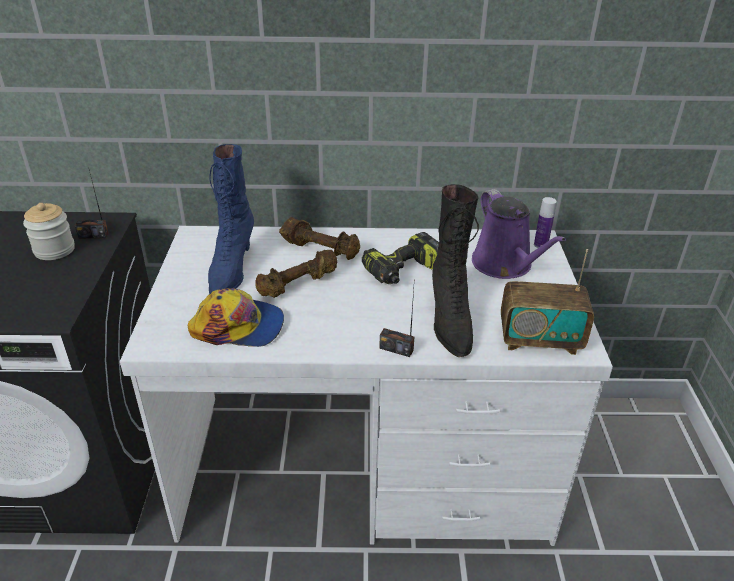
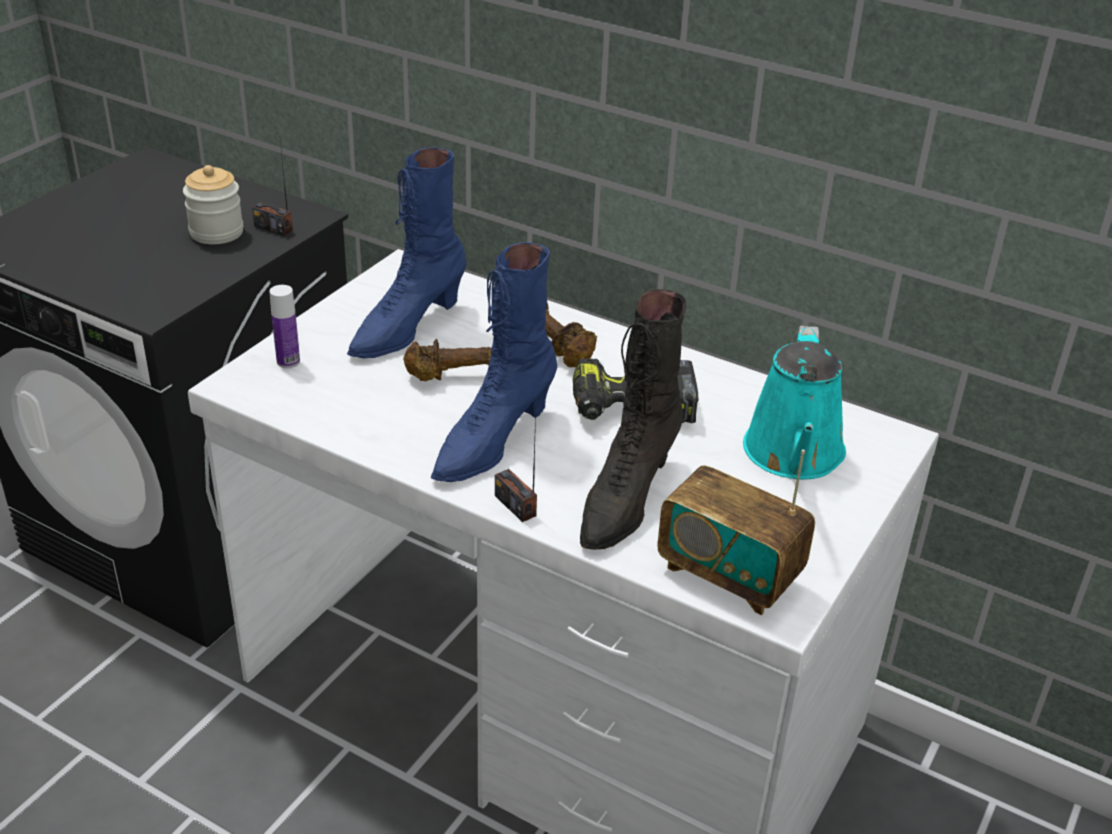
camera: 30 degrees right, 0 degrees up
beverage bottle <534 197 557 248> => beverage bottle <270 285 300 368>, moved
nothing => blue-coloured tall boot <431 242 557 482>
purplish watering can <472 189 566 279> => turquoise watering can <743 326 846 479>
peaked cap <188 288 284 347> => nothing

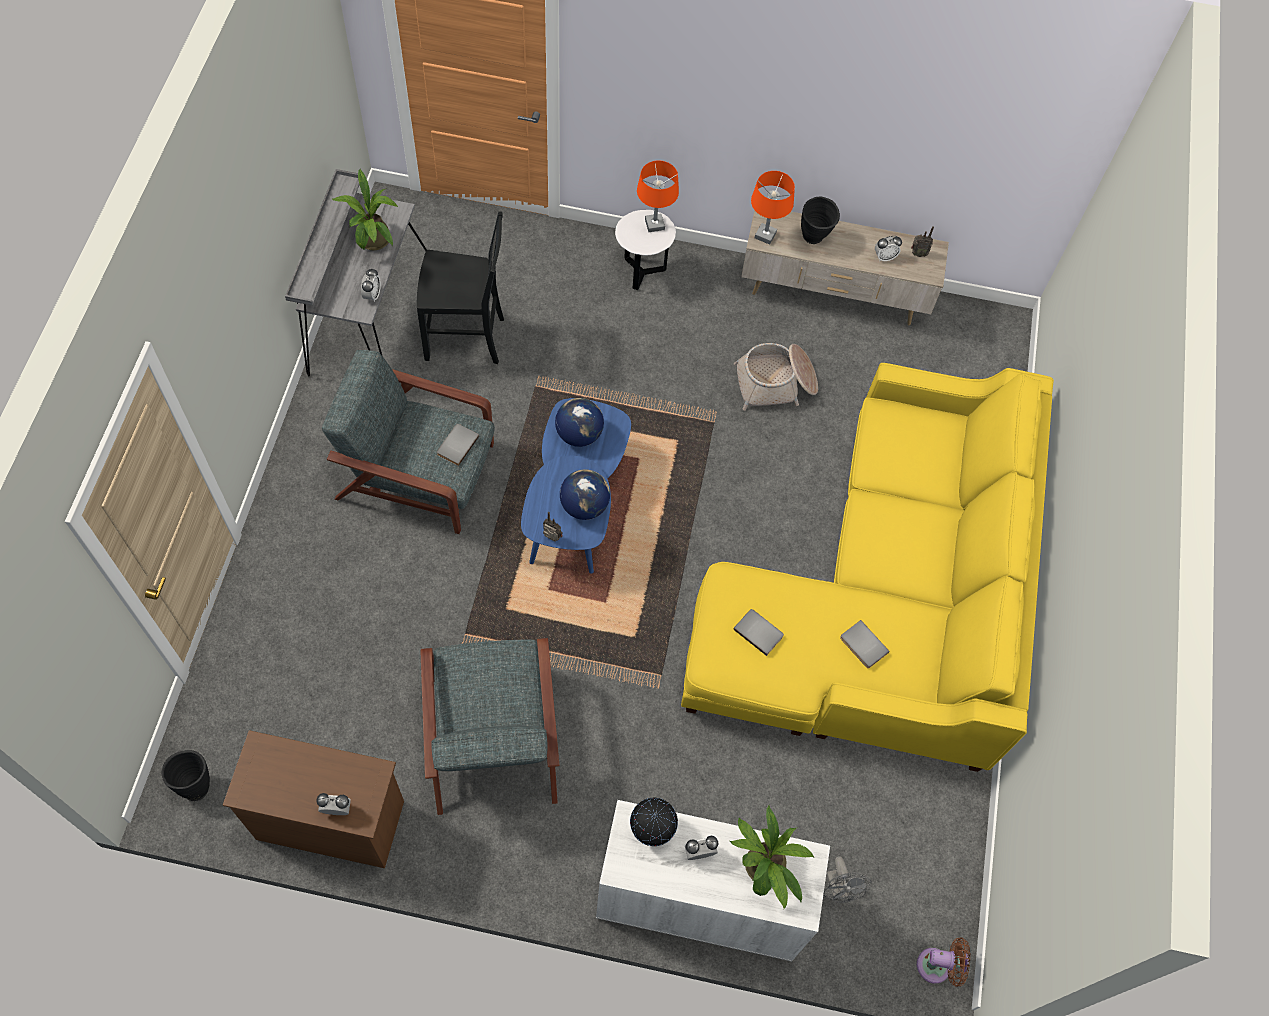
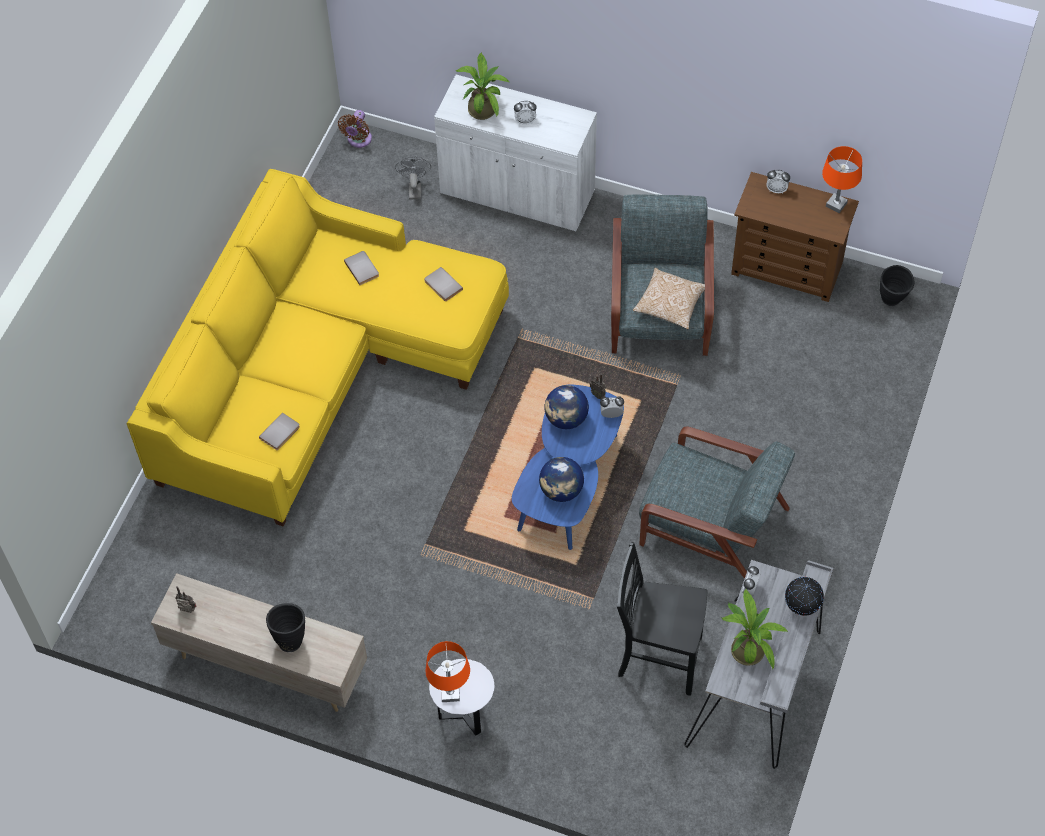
camera: 165 degrees left, 5 degrees down
gray bound book <437 424 479 466> => gray bound book <259 412 300 450>, moved
brown-coloured electric fan <917 937 970 987> => brown-coloured electric fan <338 110 372 148>, 90 degrees counterclockwise
table clock <875 236 902 261> => table clock <600 396 624 418>, moved
nothing => throw pillow <633 268 705 330>
desk globe <630 798 678 846> => desk globe <785 577 824 616>, moved
orange-coloured table lamp <751 171 795 244> => orange-coloured table lamp <822 146 862 213>, moved
household basket <734 343 818 411> => nothing

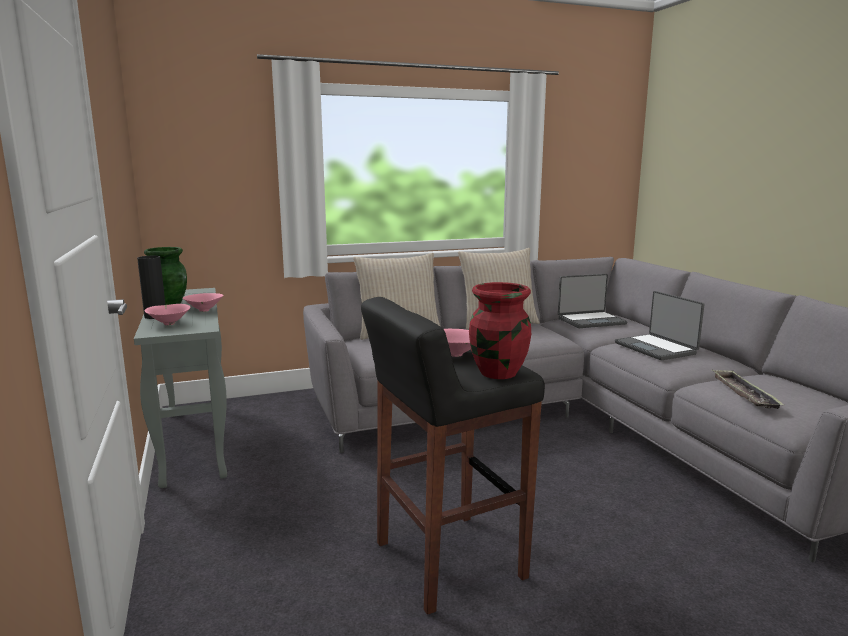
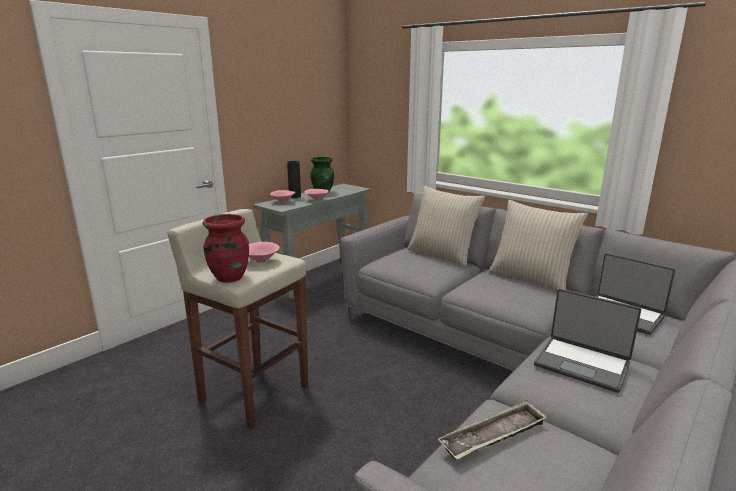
camera: 60 degrees right, 5 degrees up
black stool <361 297 545 615> => beige stool <167 209 308 430>
notebook computer <615 291 704 360> => notebook computer <534 289 641 393>, 90 degrees counterclockwise

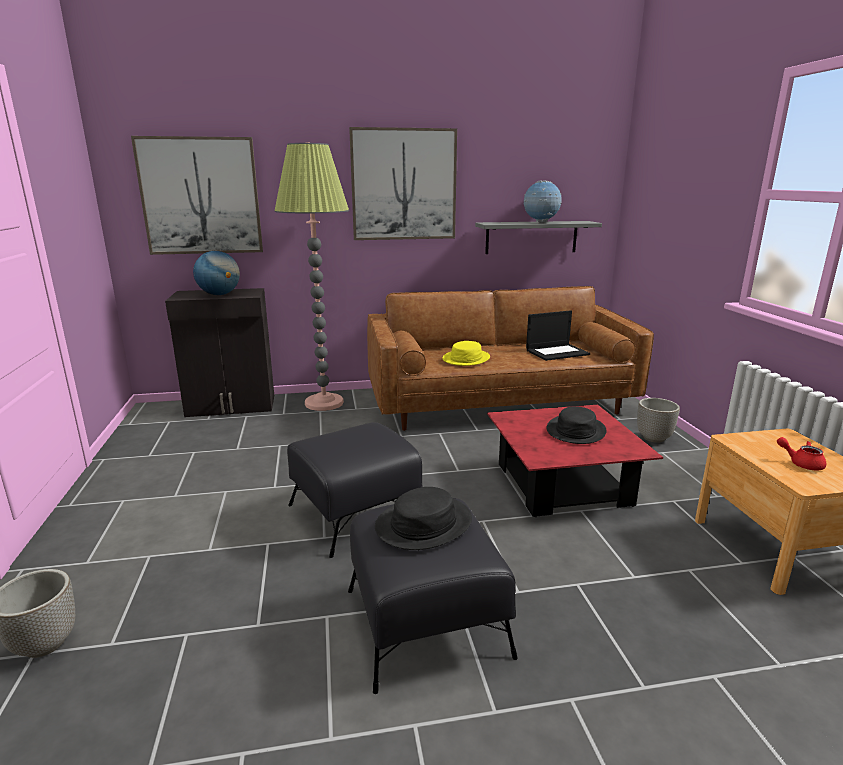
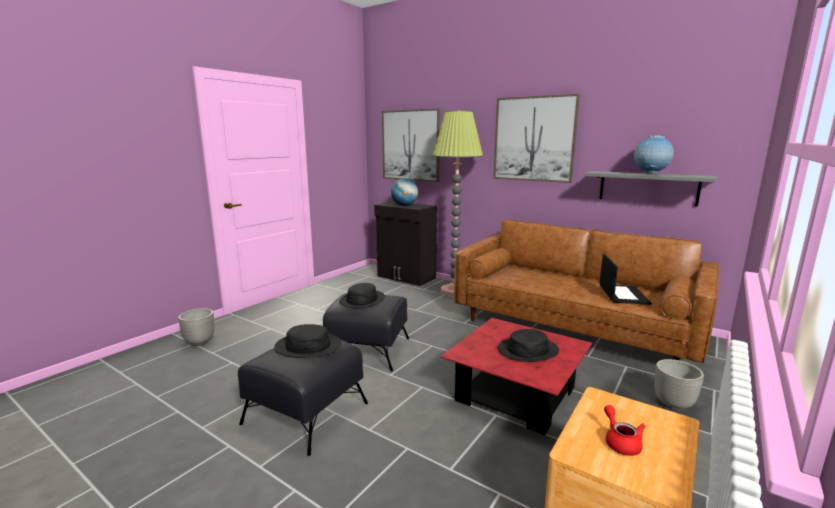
camera: 45 degrees right, 5 degrees down
nothing => black wearable hat <339 283 385 308>
notebook computer <526 310 590 361> => notebook computer <599 254 651 305>, 105 degrees counterclockwise
yellow-coloured wearable hat <442 341 490 366> => nothing

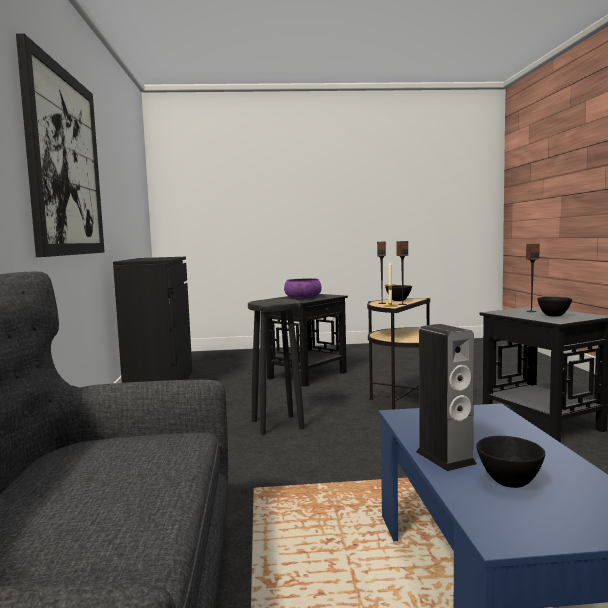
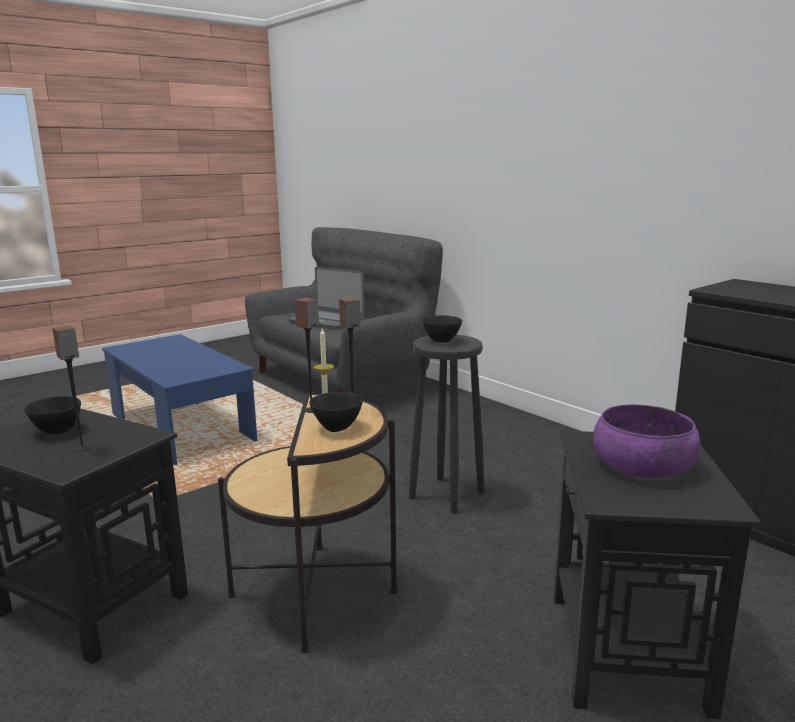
camera: 145 degrees right, 10 degrees up
nothing => notebook computer <289 267 365 329>
black serving bowl <476 436 545 488> => black serving bowl <422 315 462 343>, moved
wall picture <16 33 104 257> => nothing
speaker <416 324 477 471> => nothing

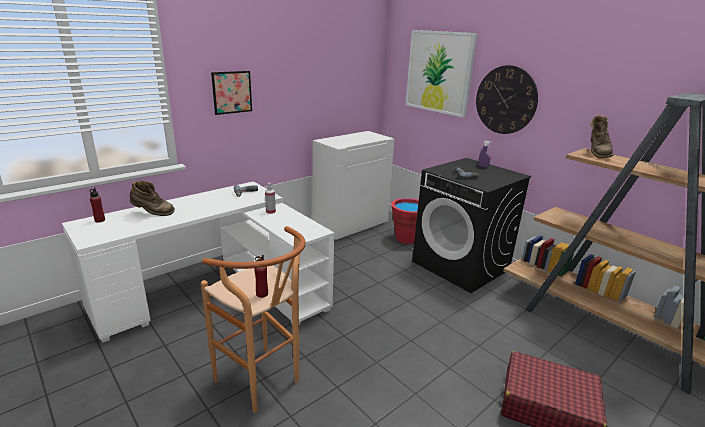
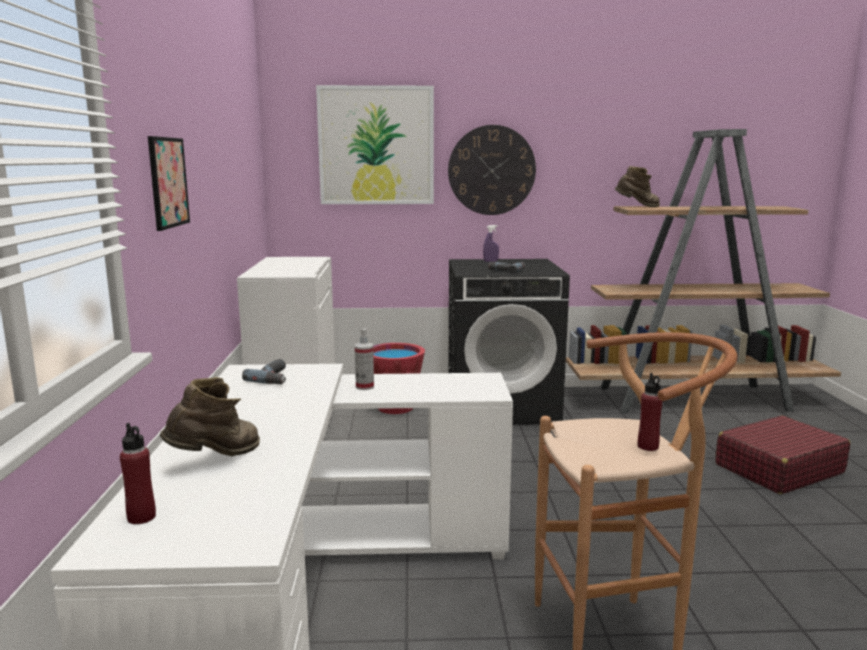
camera: 50 degrees left, 10 degrees down
brown-coloured tall boot <591 115 613 158> => brown-coloured tall boot <615 166 660 207>, 60 degrees counterclockwise

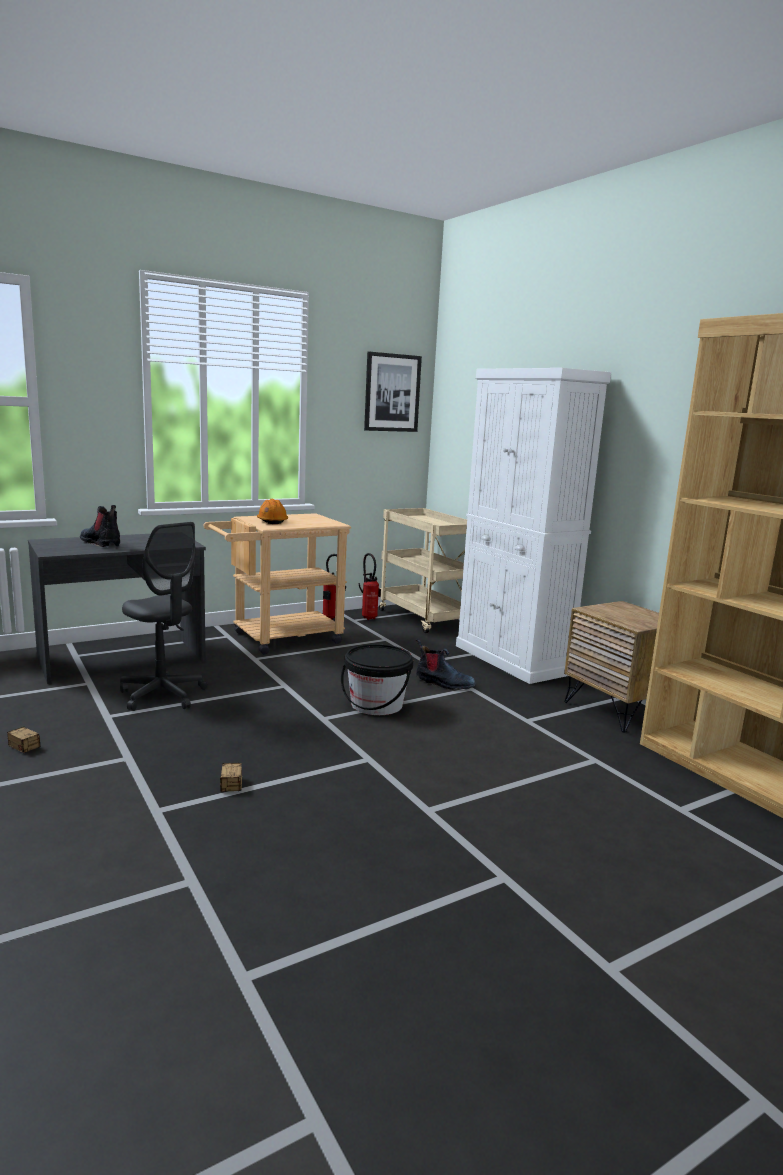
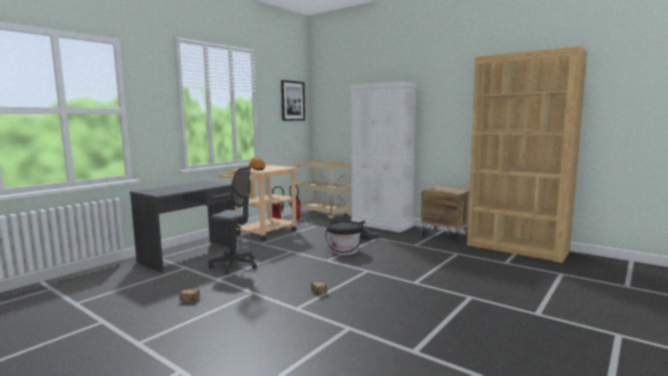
camera: 20 degrees left, 5 degrees down
tall boot <80 505 120 547> => nothing

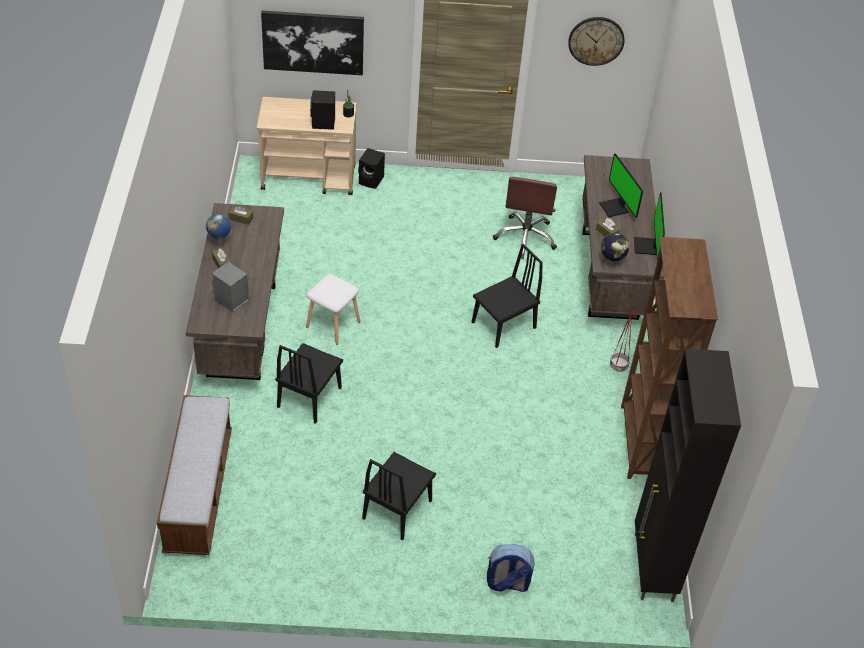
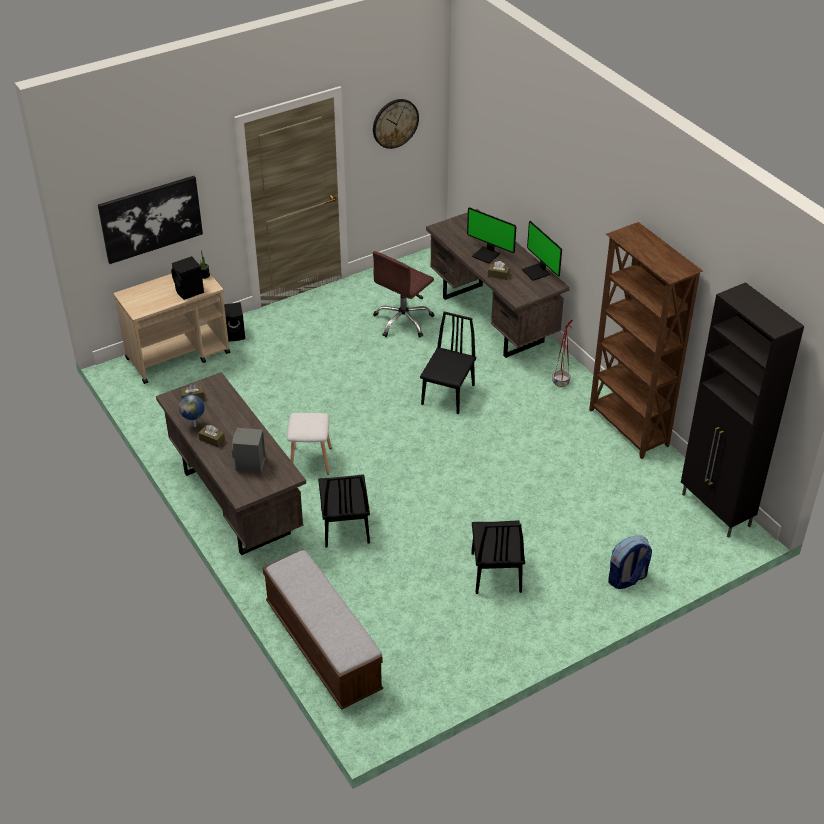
camera: 30 degrees left, 5 degrees down
brown-coloured desk chair <493 177 557 259> => brown-coloured desk chair <373 251 434 338>, 60 degrees clockwise
desk globe <601 233 629 270> => nothing

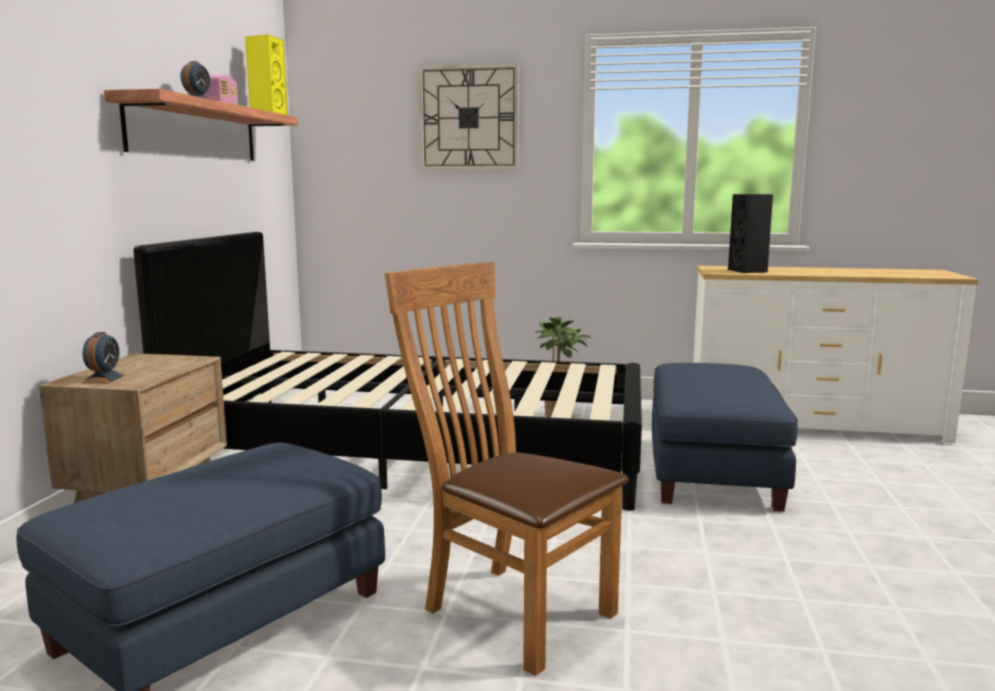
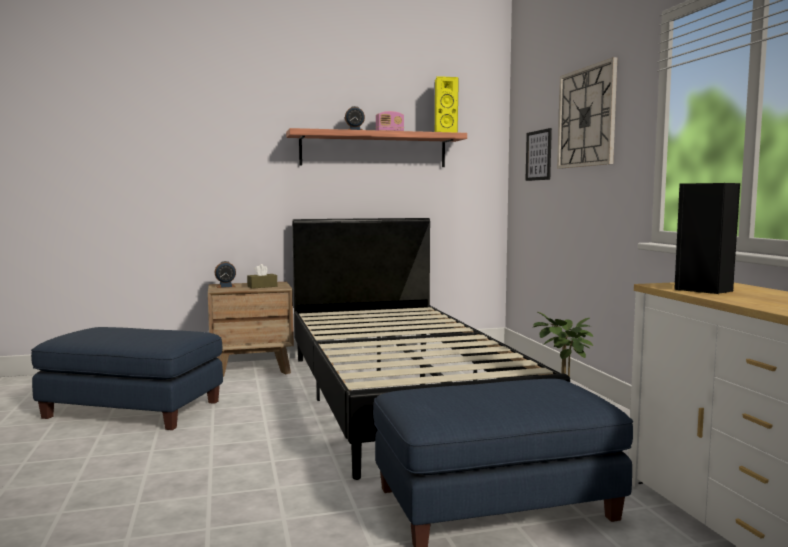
camera: 65 degrees right, 5 degrees down
nothing => brown-coloured tissue holder <247 264 277 289>
nothing => wall picture <525 128 552 181>
brown-coloured chair <385 262 629 676> => nothing

